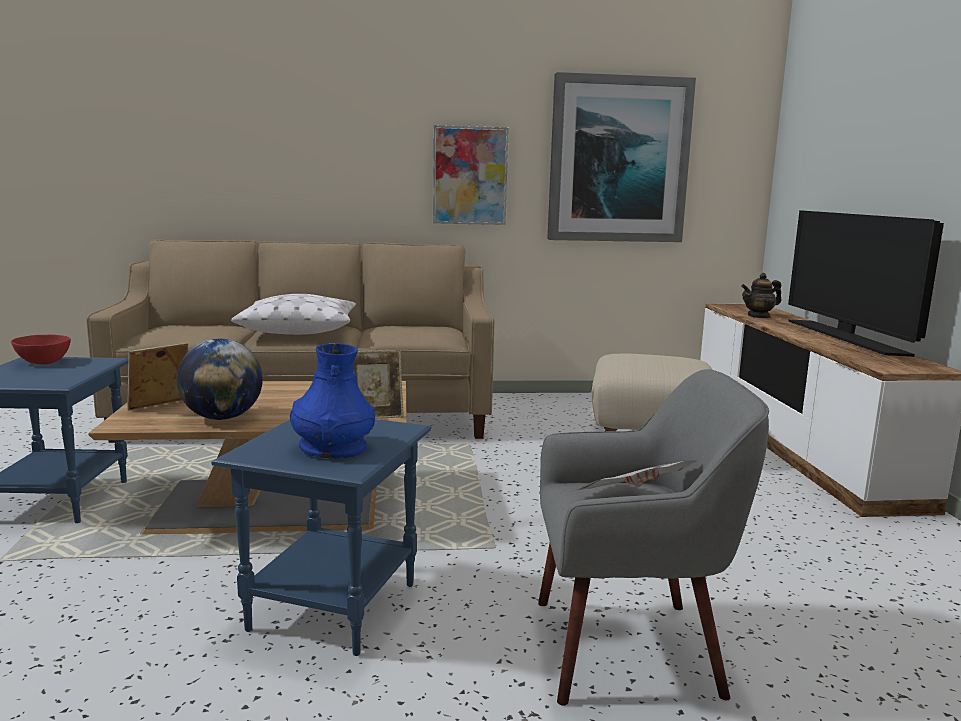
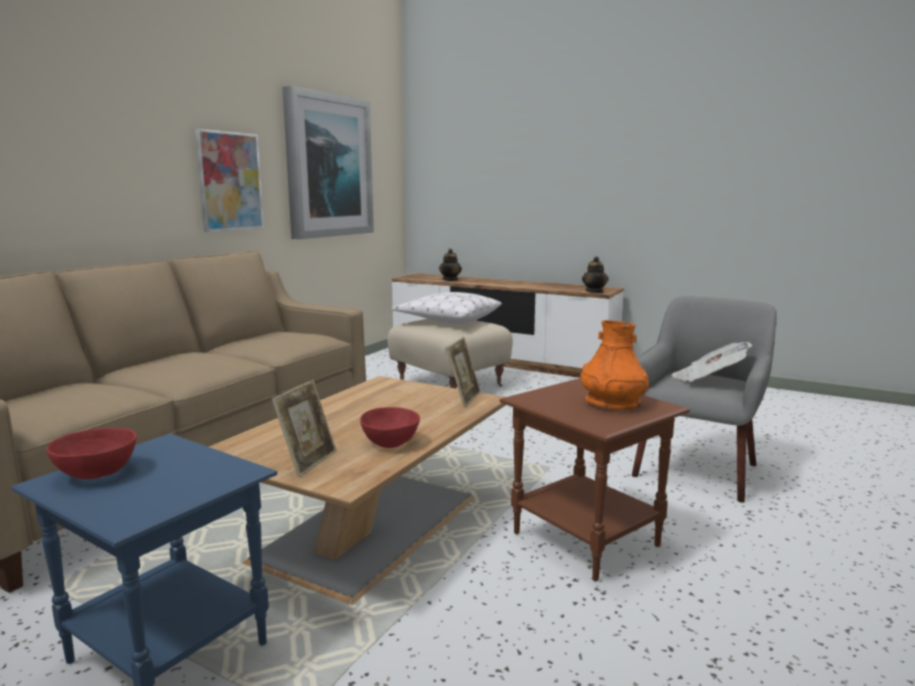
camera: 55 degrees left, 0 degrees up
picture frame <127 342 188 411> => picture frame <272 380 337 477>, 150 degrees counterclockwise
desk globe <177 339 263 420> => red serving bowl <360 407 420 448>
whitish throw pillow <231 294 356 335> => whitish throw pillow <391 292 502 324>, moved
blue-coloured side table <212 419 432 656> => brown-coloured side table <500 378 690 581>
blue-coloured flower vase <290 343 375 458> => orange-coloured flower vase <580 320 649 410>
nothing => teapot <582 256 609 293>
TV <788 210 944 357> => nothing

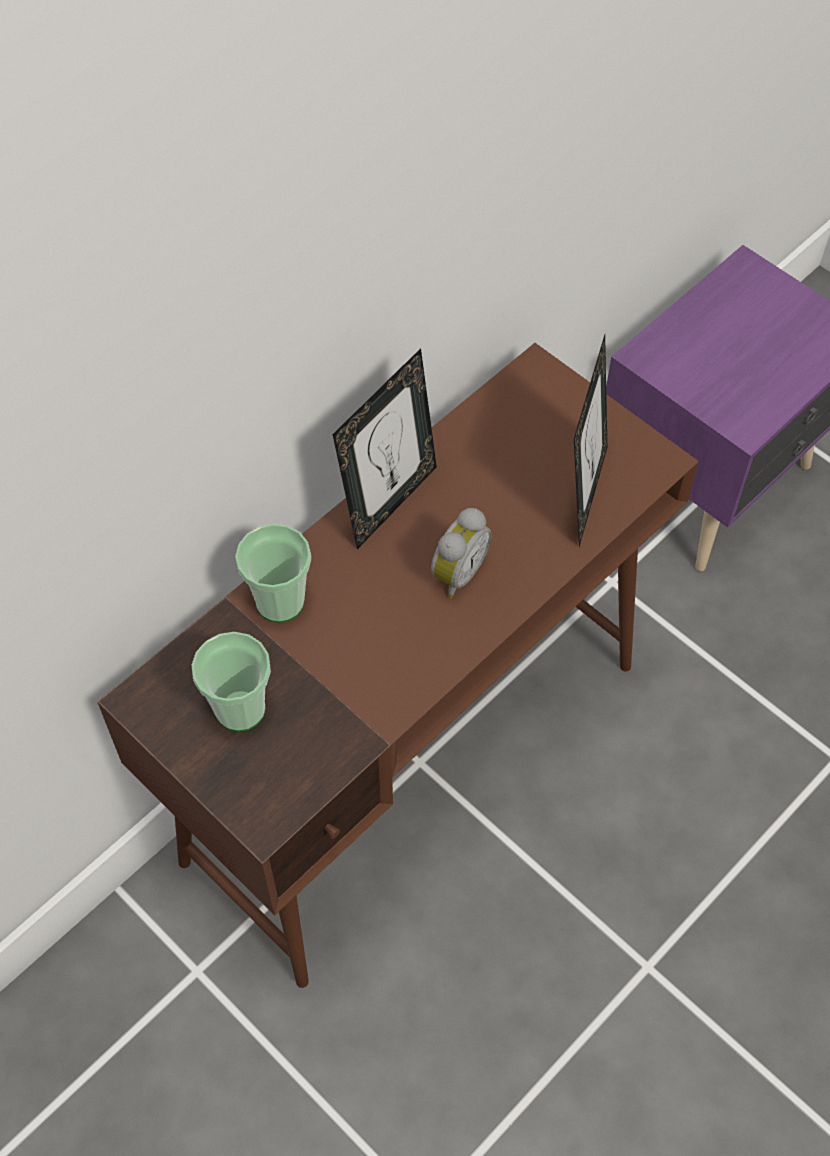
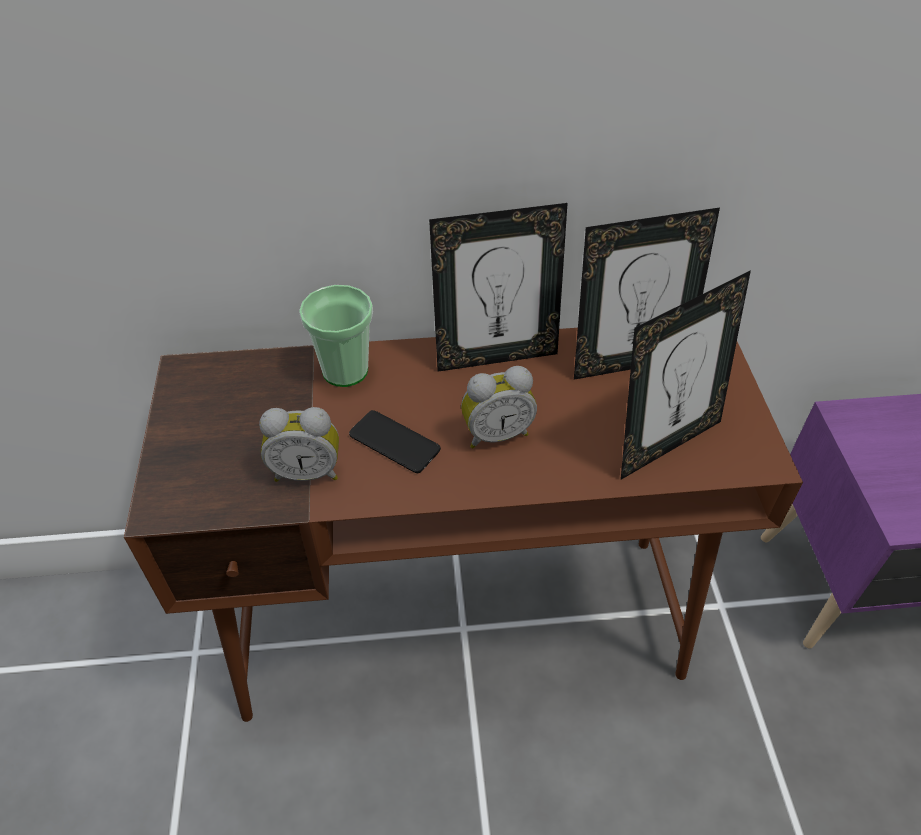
camera: 40 degrees right, 10 degrees down
nothing => table clock <259 407 339 482>
nothing => telephone <349 410 441 473>
nothing => picture frame <574 207 720 380>
cup <192 632 271 732> => nothing

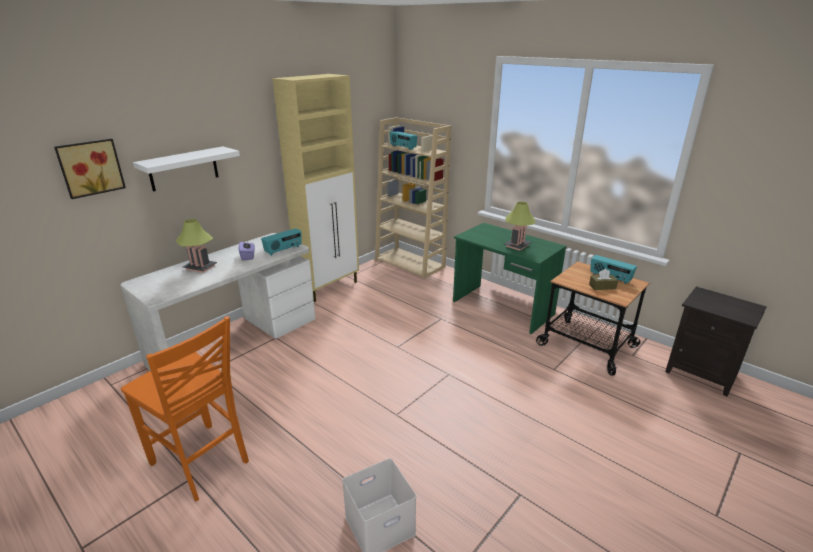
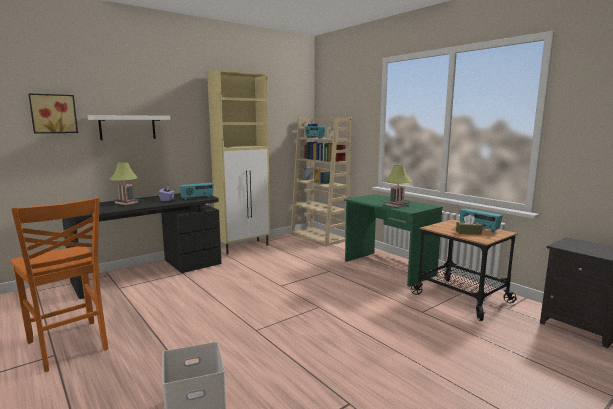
camera: 10 degrees right, 15 degrees down
whitish desk unit <120 233 316 371> => black desk unit <62 193 222 299>

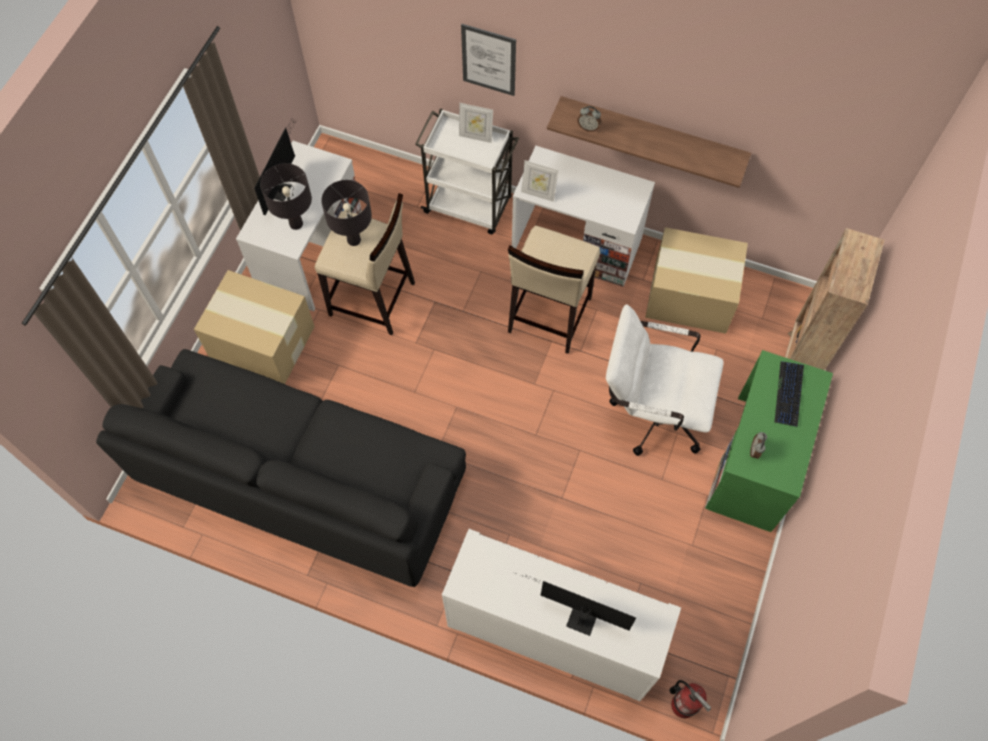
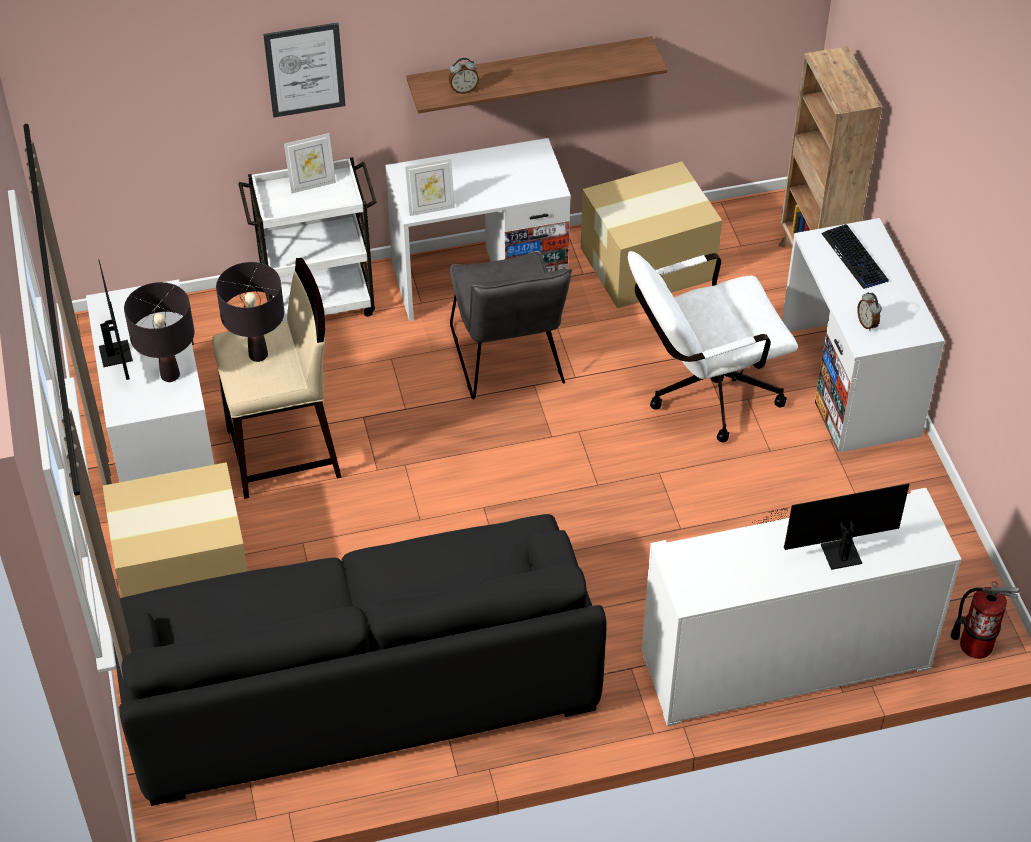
camera: 35 degrees left, 15 degrees down
beige stool <508 226 600 354> => gray chair <450 251 572 399>
green-coloured desk unit <705 350 833 532> => whitish desk unit <782 218 945 452>

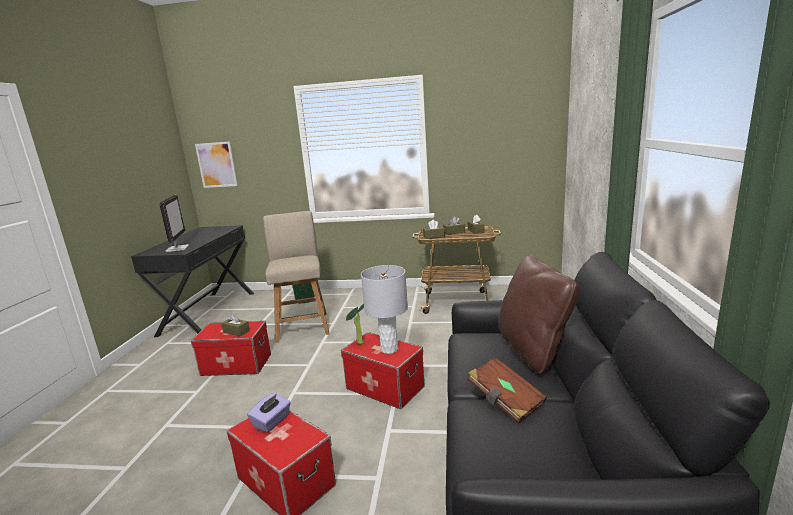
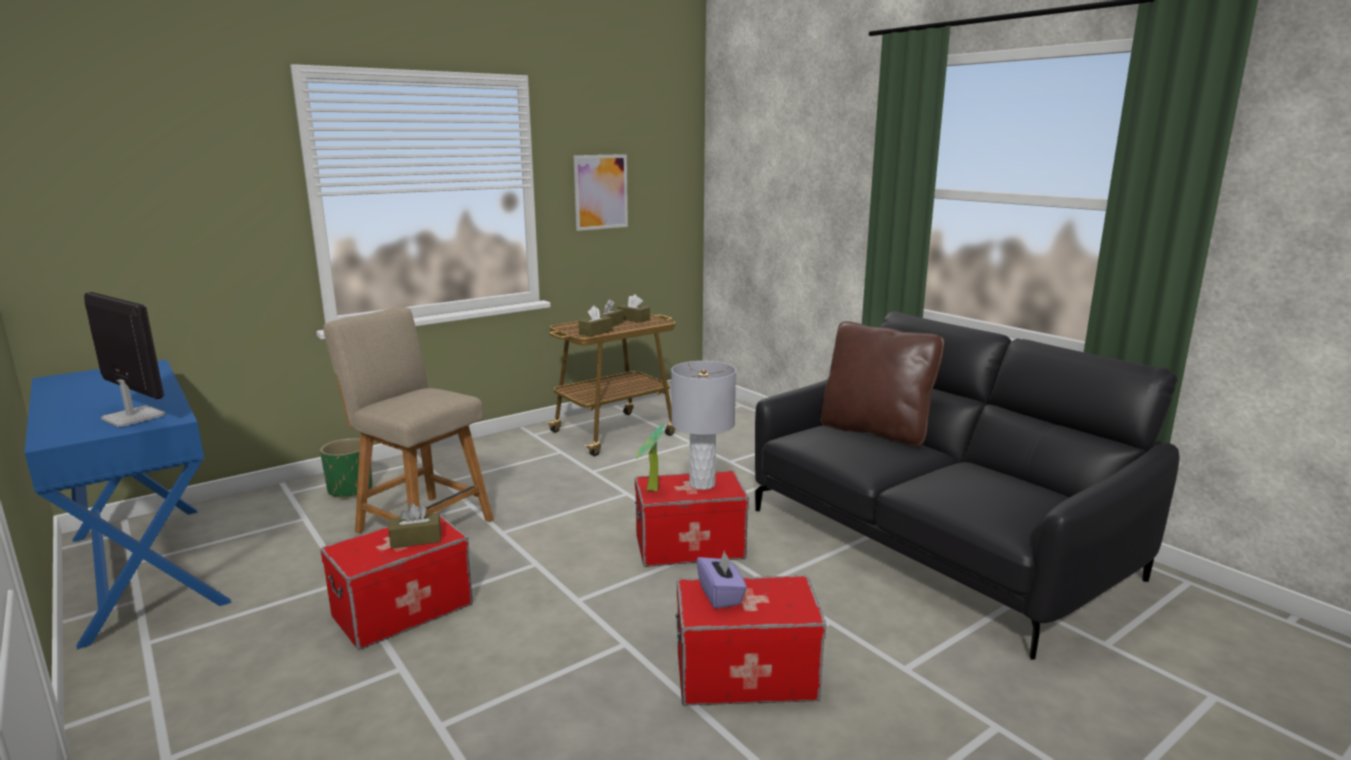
camera: 45 degrees left, 0 degrees up
black desk unit <131 225 254 337> => blue-coloured desk unit <24 360 232 649>
wall picture <195 141 238 188> => wall picture <573 154 628 231>, moved
brown-coloured bound book <468 357 547 424> => nothing

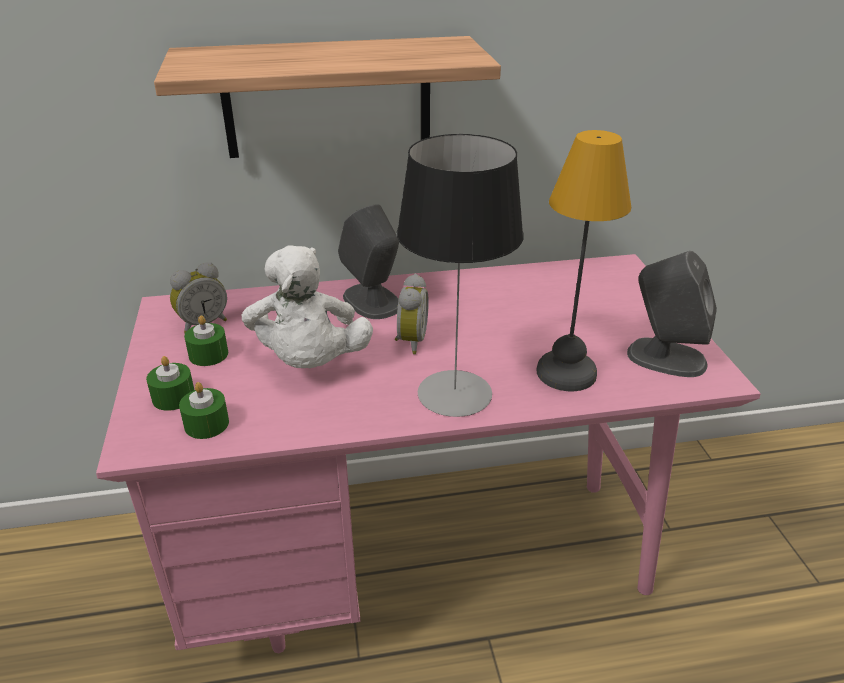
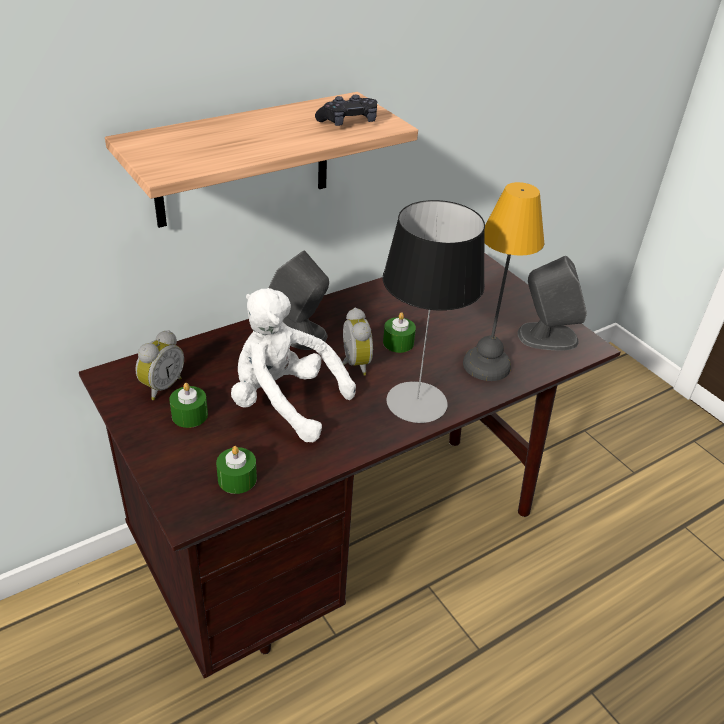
camera: 25 degrees left, 5 degrees up
pinkish desk unit <96 254 761 653> => brown-coloured desk unit <79 253 621 679>
whitish soft toy <241 245 373 368> => whitish soft toy <231 288 356 442>, 150 degrees clockwise
nothing => black gamepad <315 95 377 126>
green-coloured wax candle <146 356 194 411> => green-coloured wax candle <383 312 416 353>, moved

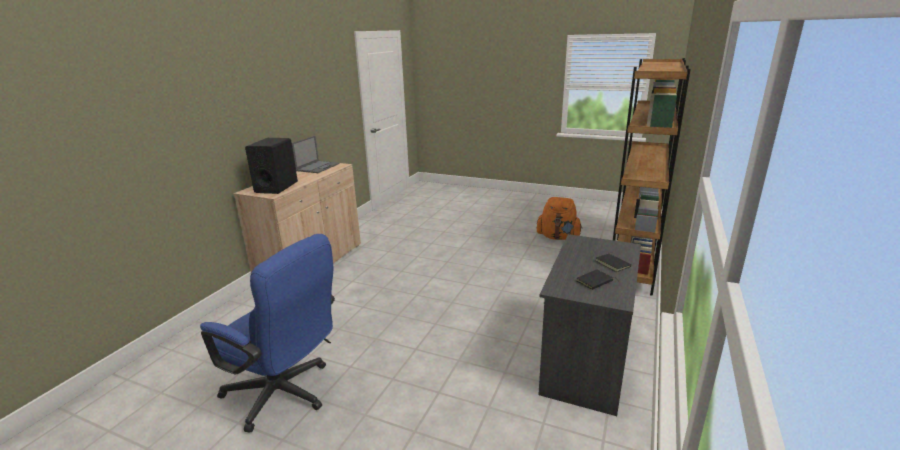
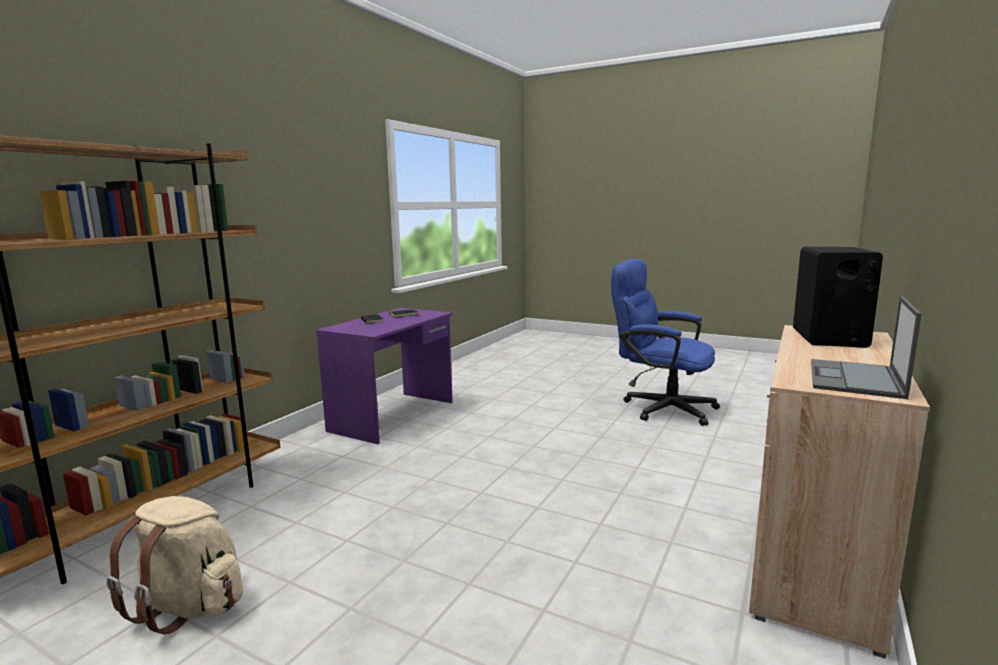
camera: 175 degrees left, 10 degrees down
orange-coloured rucksack <537 197 583 240> => beige rucksack <106 496 243 635>
gray desk unit <538 234 641 416> => purplish desk unit <316 308 453 444>

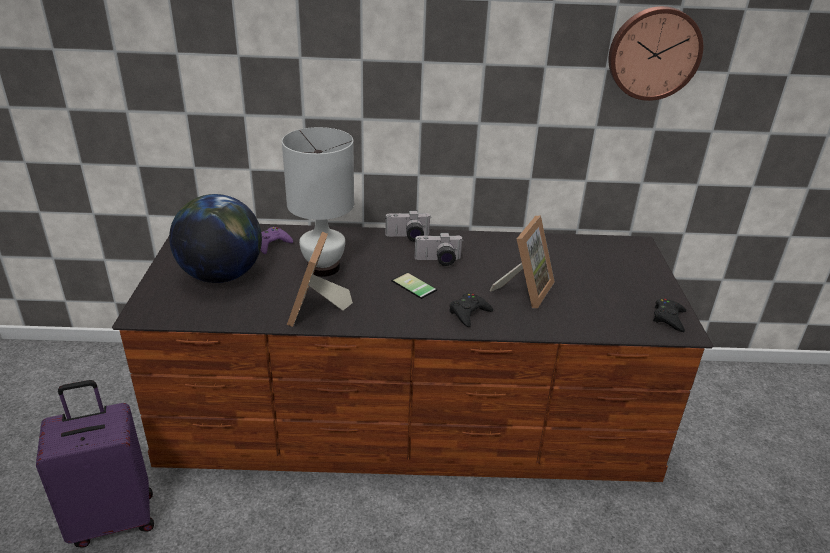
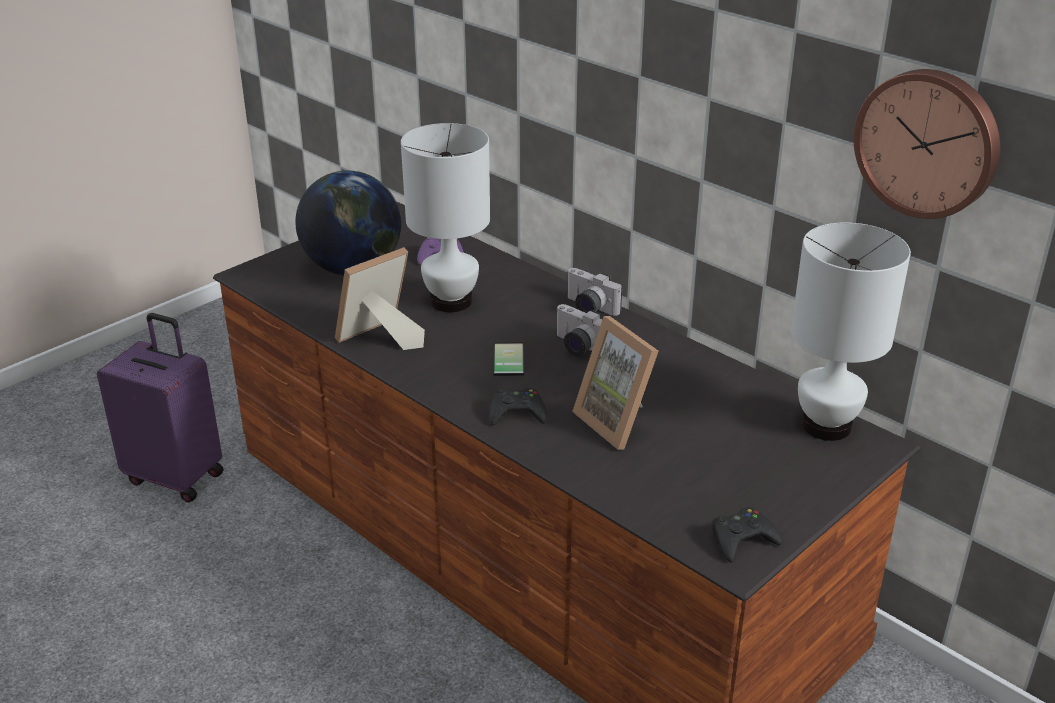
camera: 45 degrees right, 0 degrees up
picture frame <490 216 555 308> => picture frame <572 316 659 450>, 75 degrees clockwise
nothing => whitish table lamp <791 222 911 441>

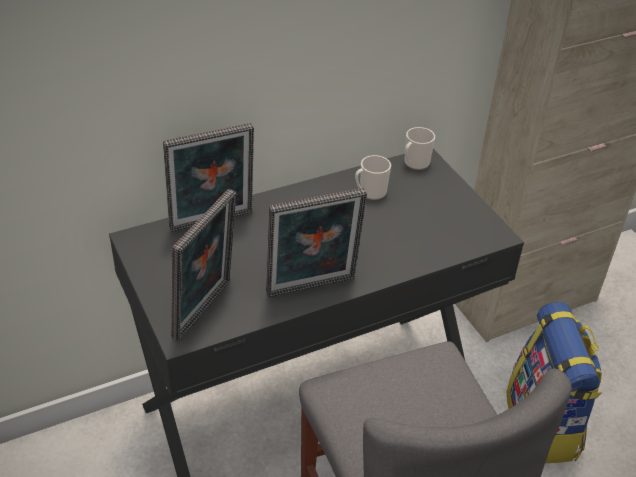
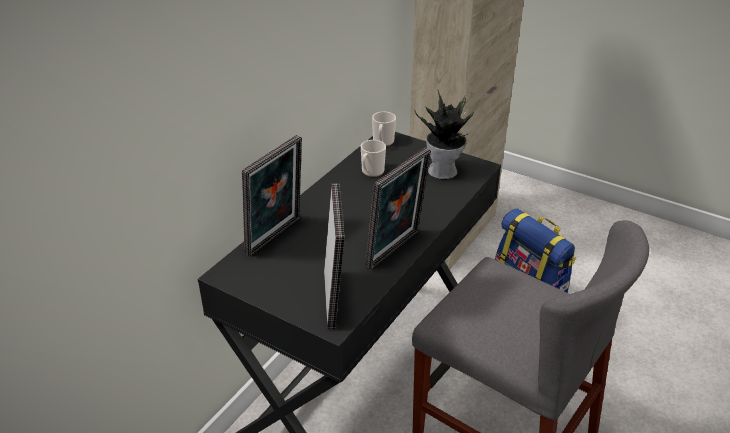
camera: 30 degrees left, 5 degrees down
nothing => plant in a pot <415 89 474 179>

